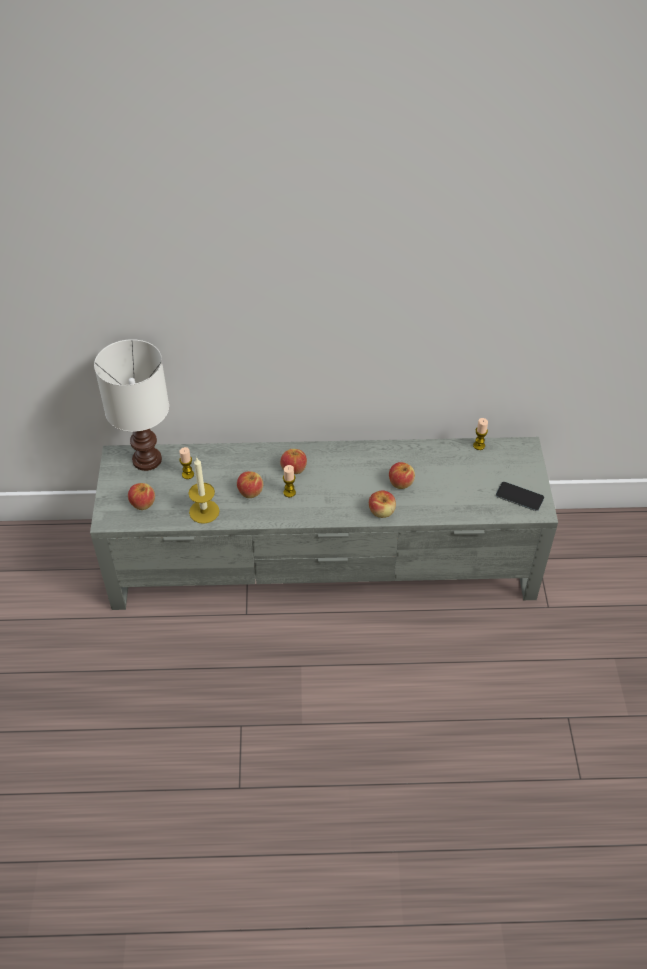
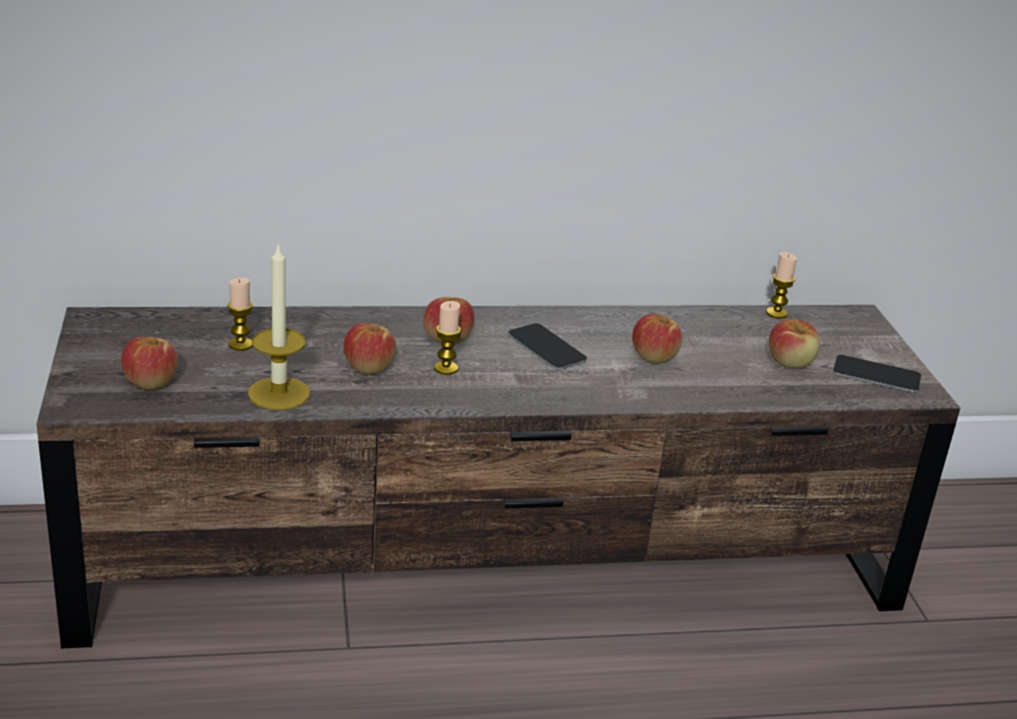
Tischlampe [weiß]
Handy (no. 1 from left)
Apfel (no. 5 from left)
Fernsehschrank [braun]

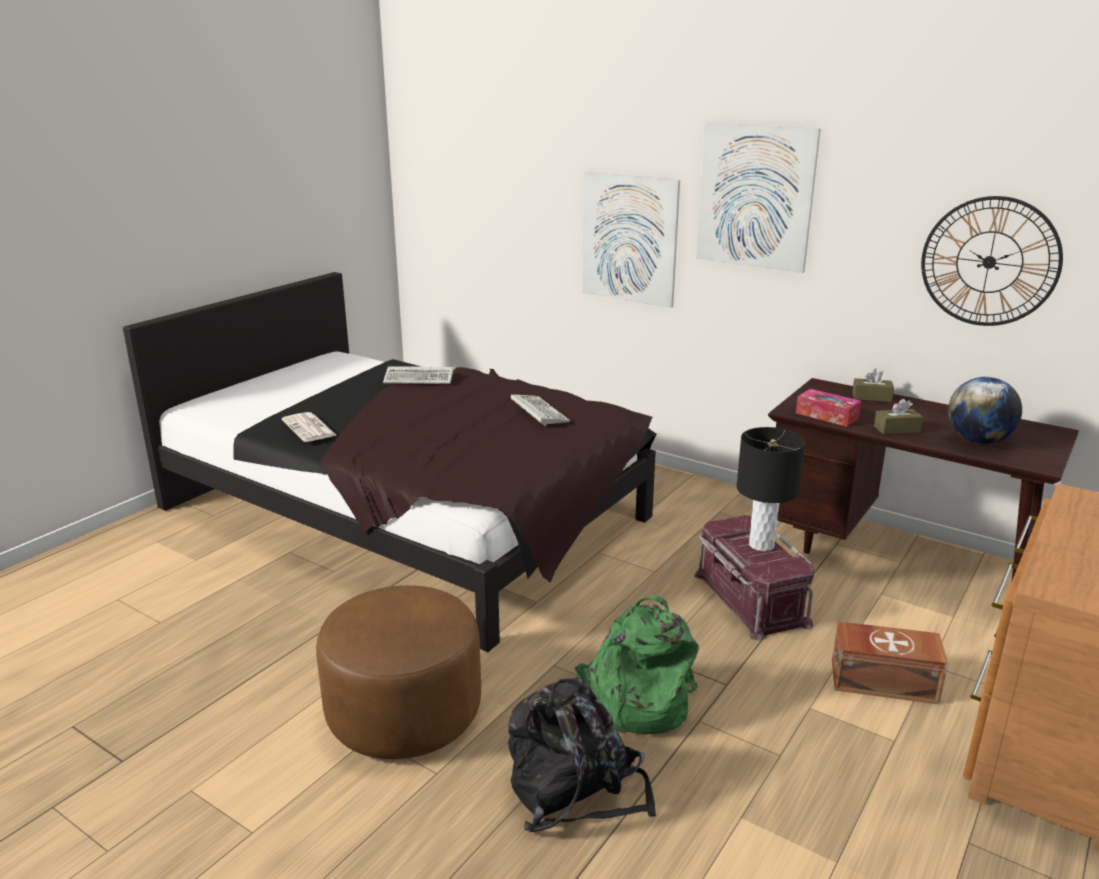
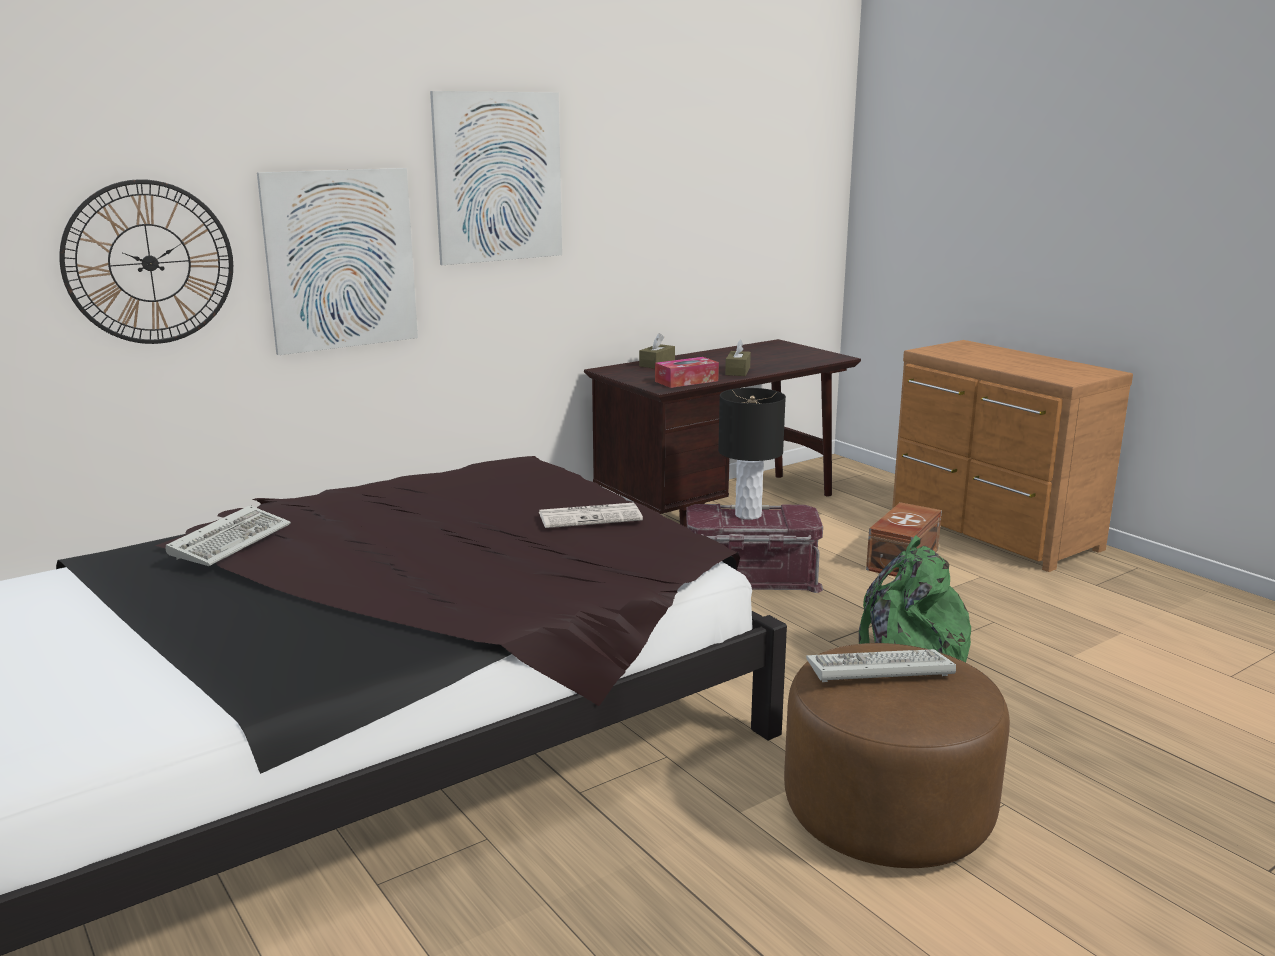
Rucksack [schwarz]
Globus
Zeitung
Tastatur (no. 2 from left)
Wanduhr

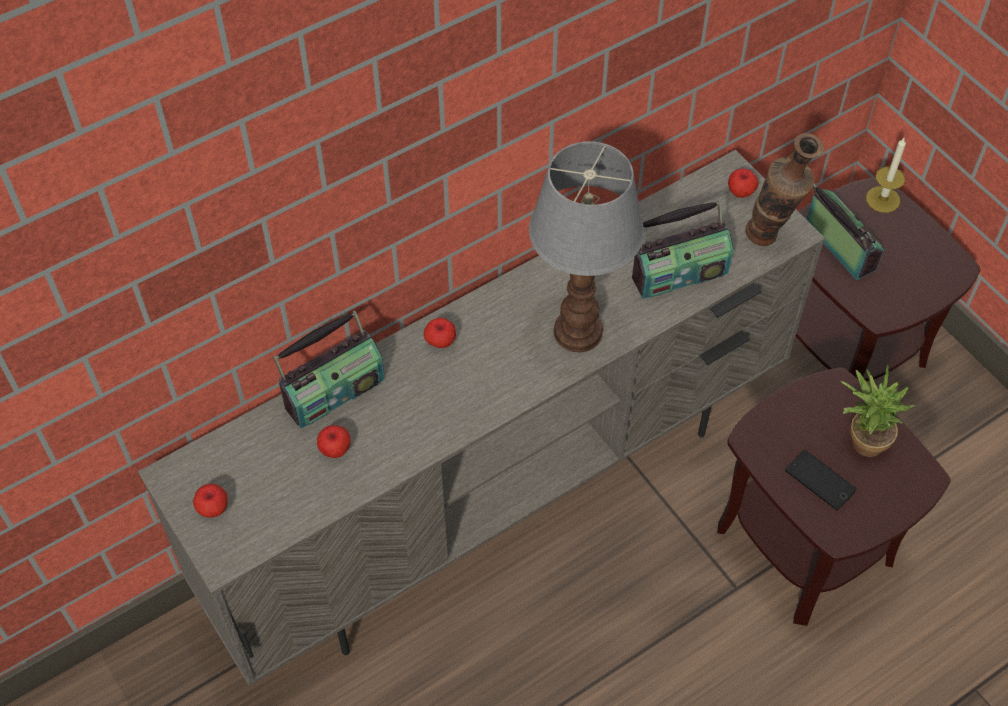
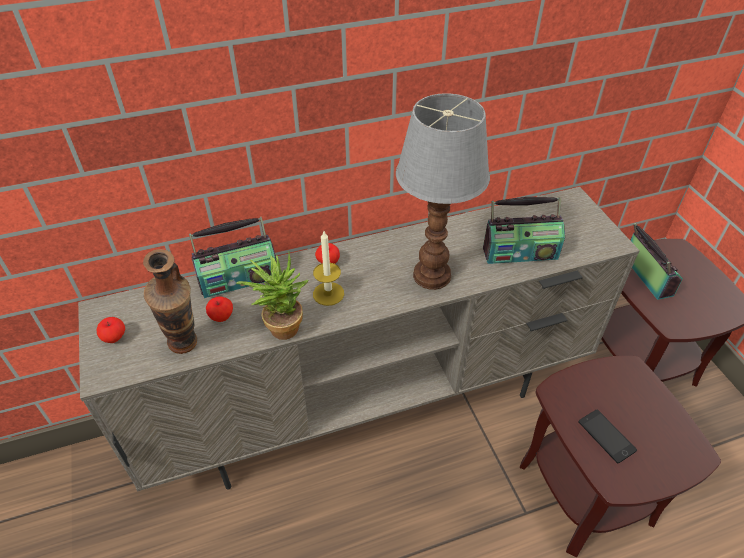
Apfel (no. 4 from left in the first image)
Vase
Topfpflanze
Kerze

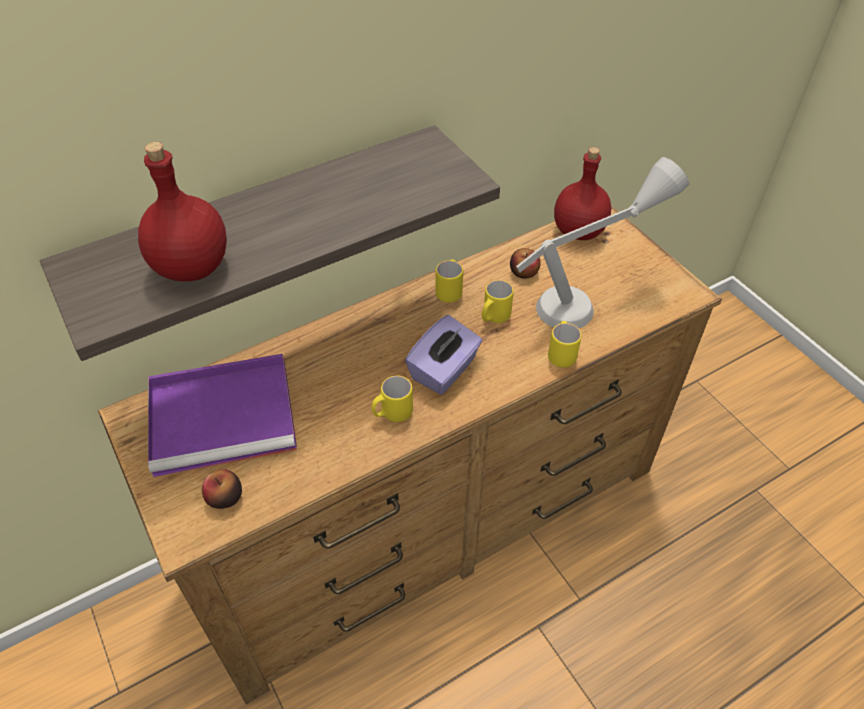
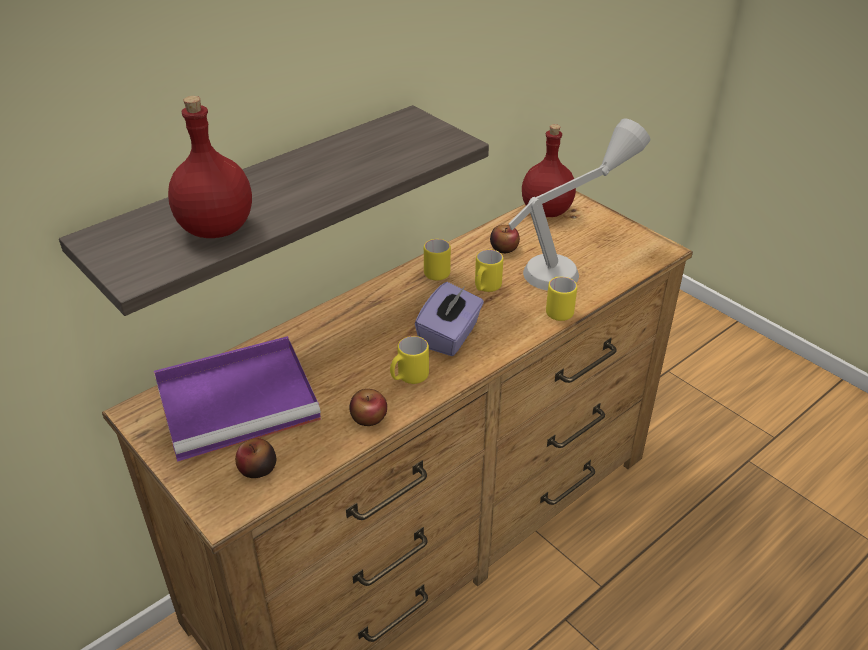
Apfel (no. 2 from left)

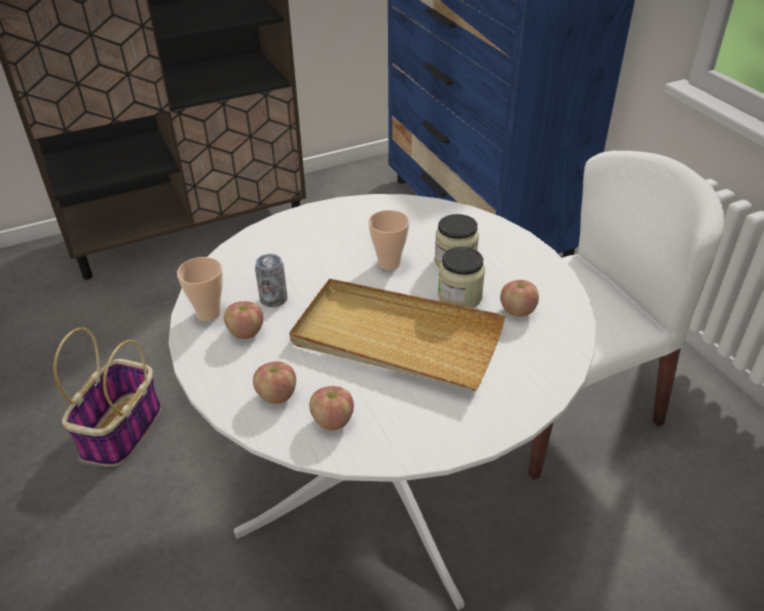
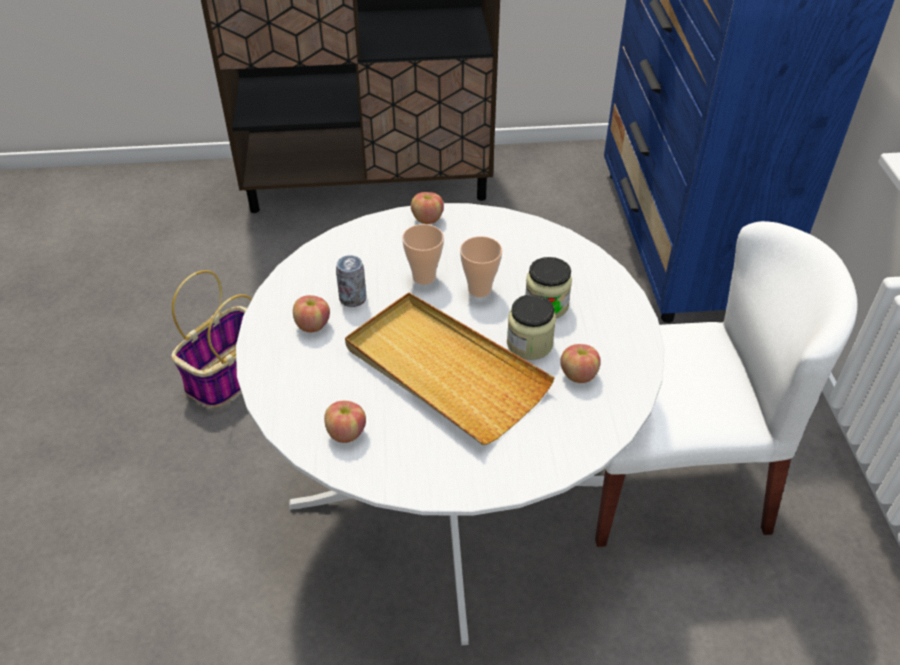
Tasse (no. 1 from left)
Apfel (no. 3 from left)

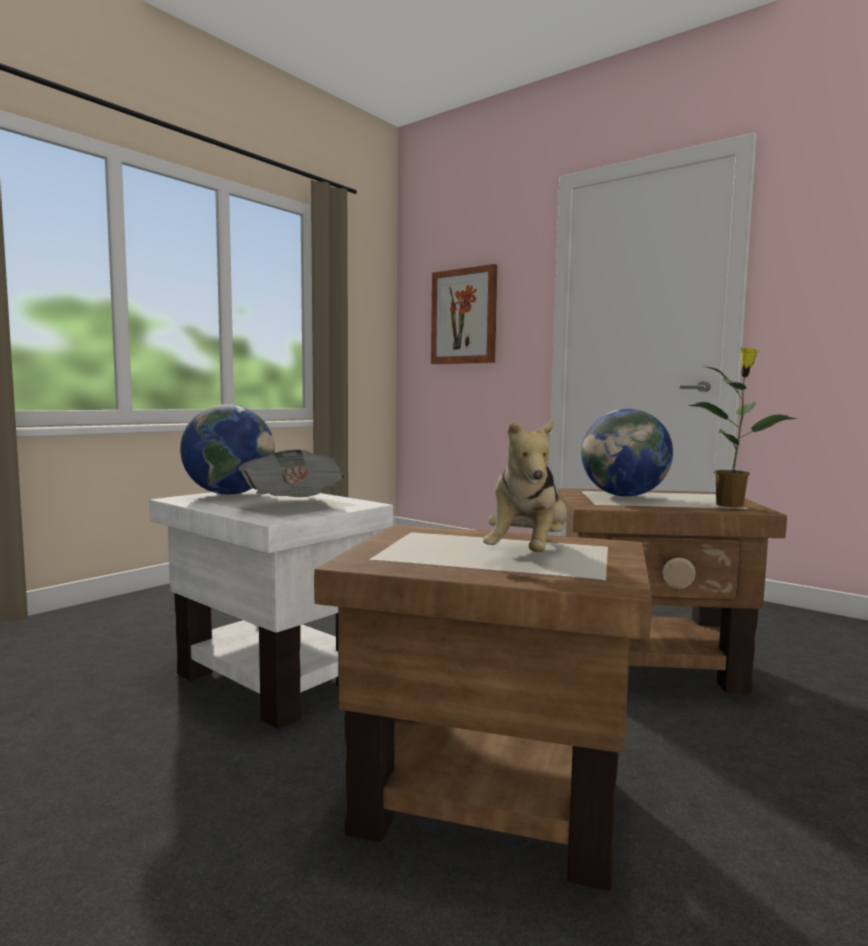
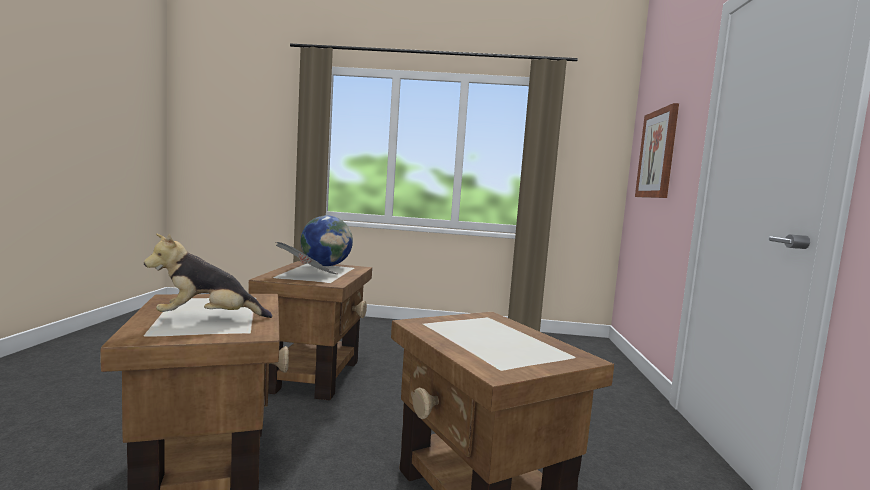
Globus (no. 2 from left in the first image)
Topfpflanze
Beistelltisch [braun] (no. 2 from left)

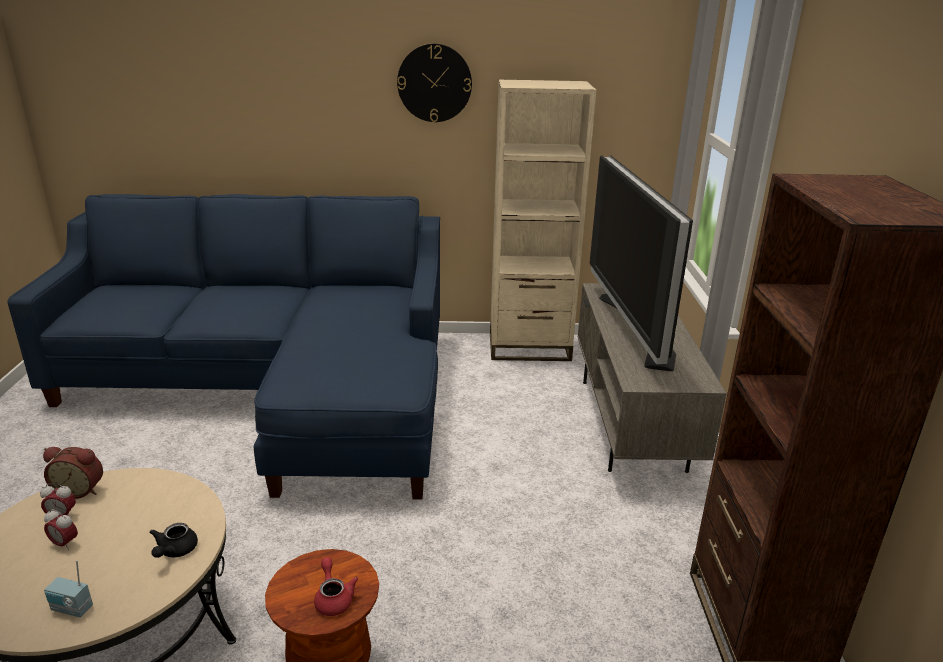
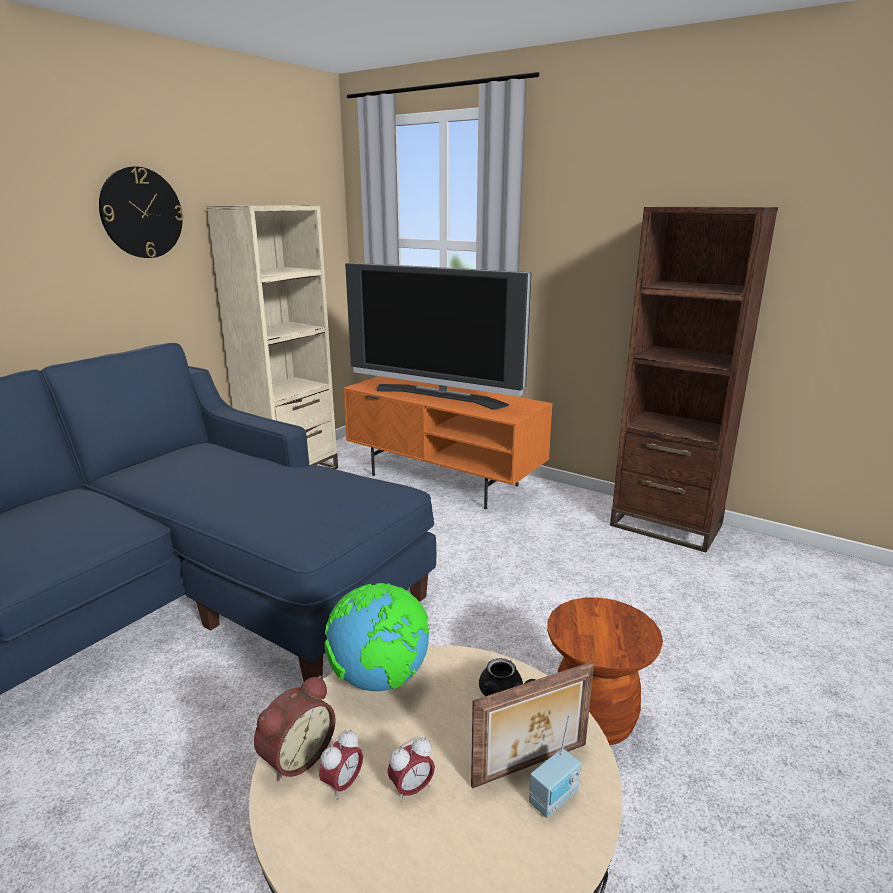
Teekanne [rot]
Globus
Bilderrahmen
Fernsehschrank [orange]

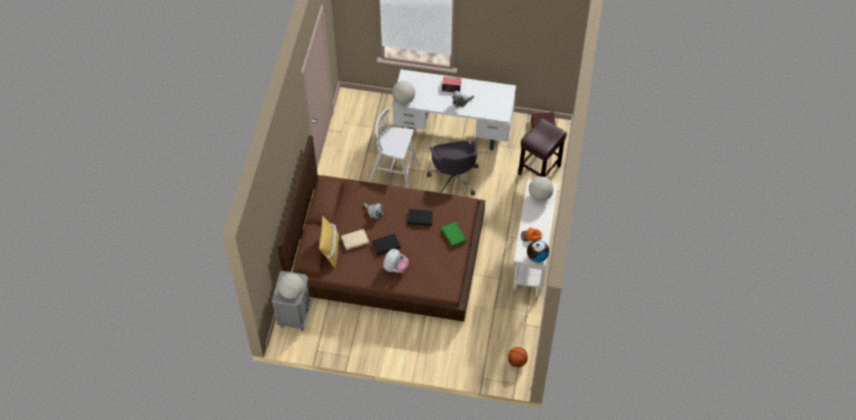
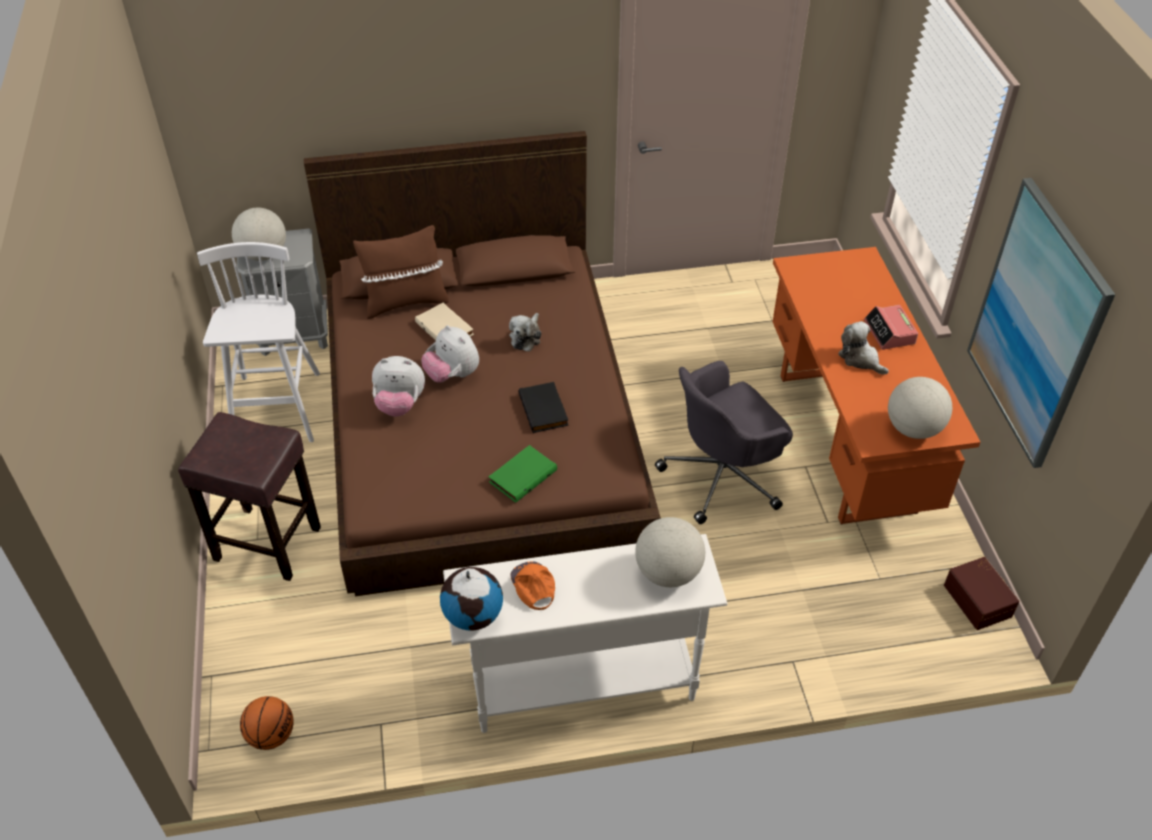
Bild
Hocker [weiß]
Globus (no. 4 from left)
Hocker [braun]
Plüschtier (no. 2 from left)
Kissen [braun]
Schreibtisch [orange]

